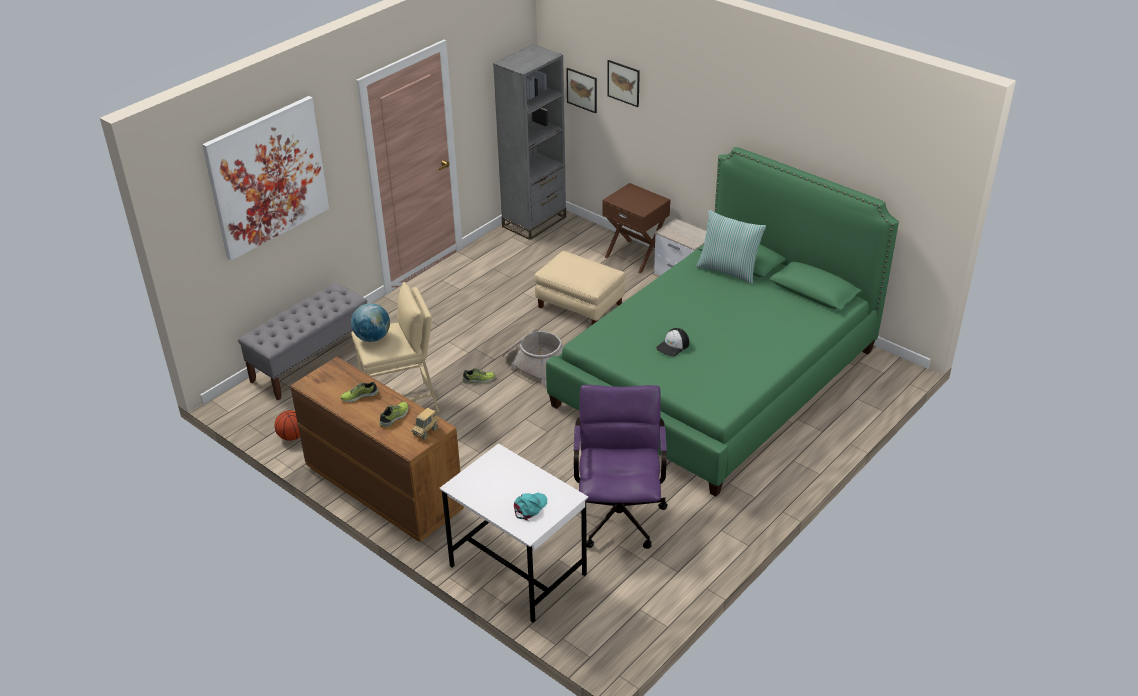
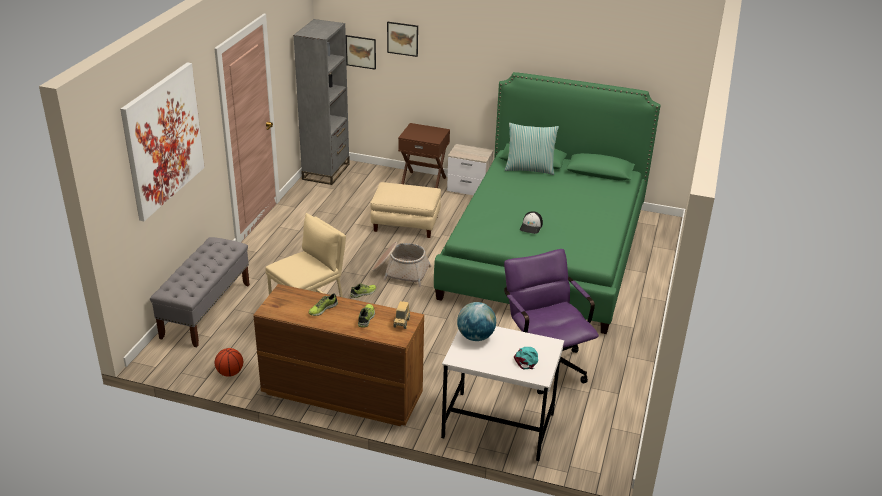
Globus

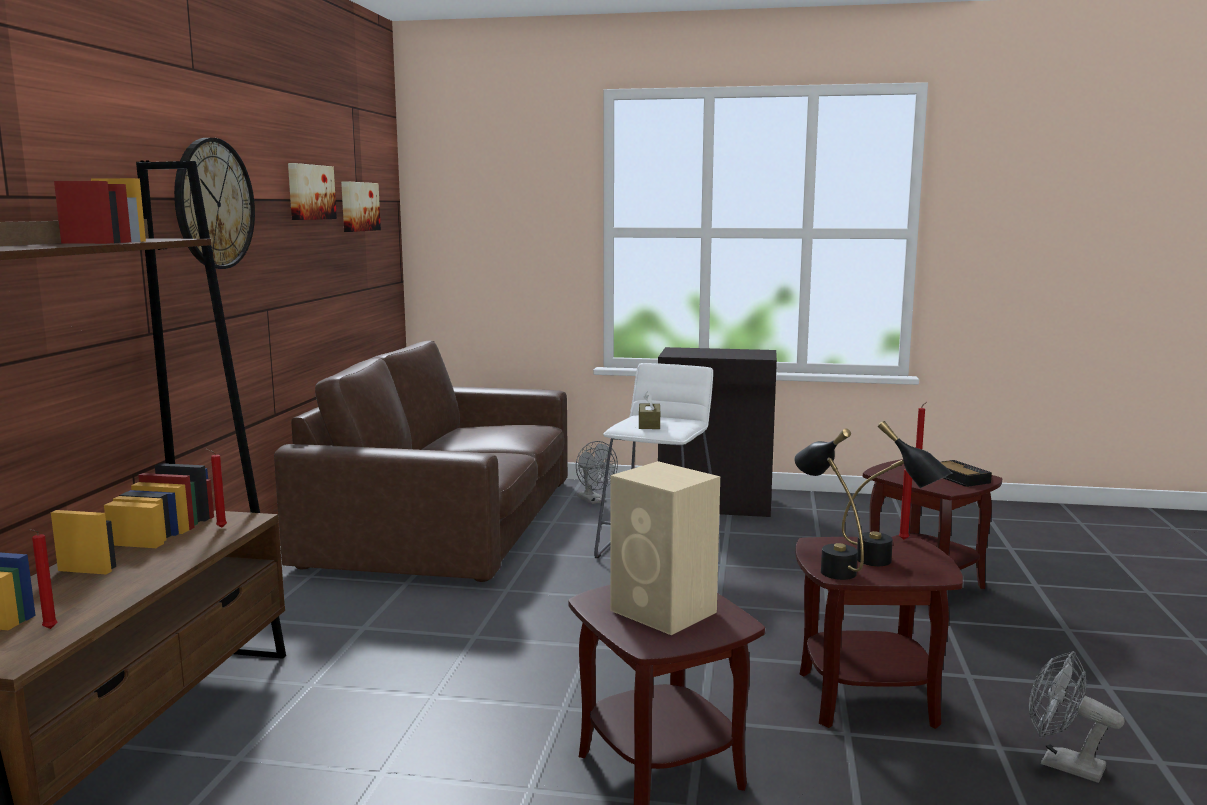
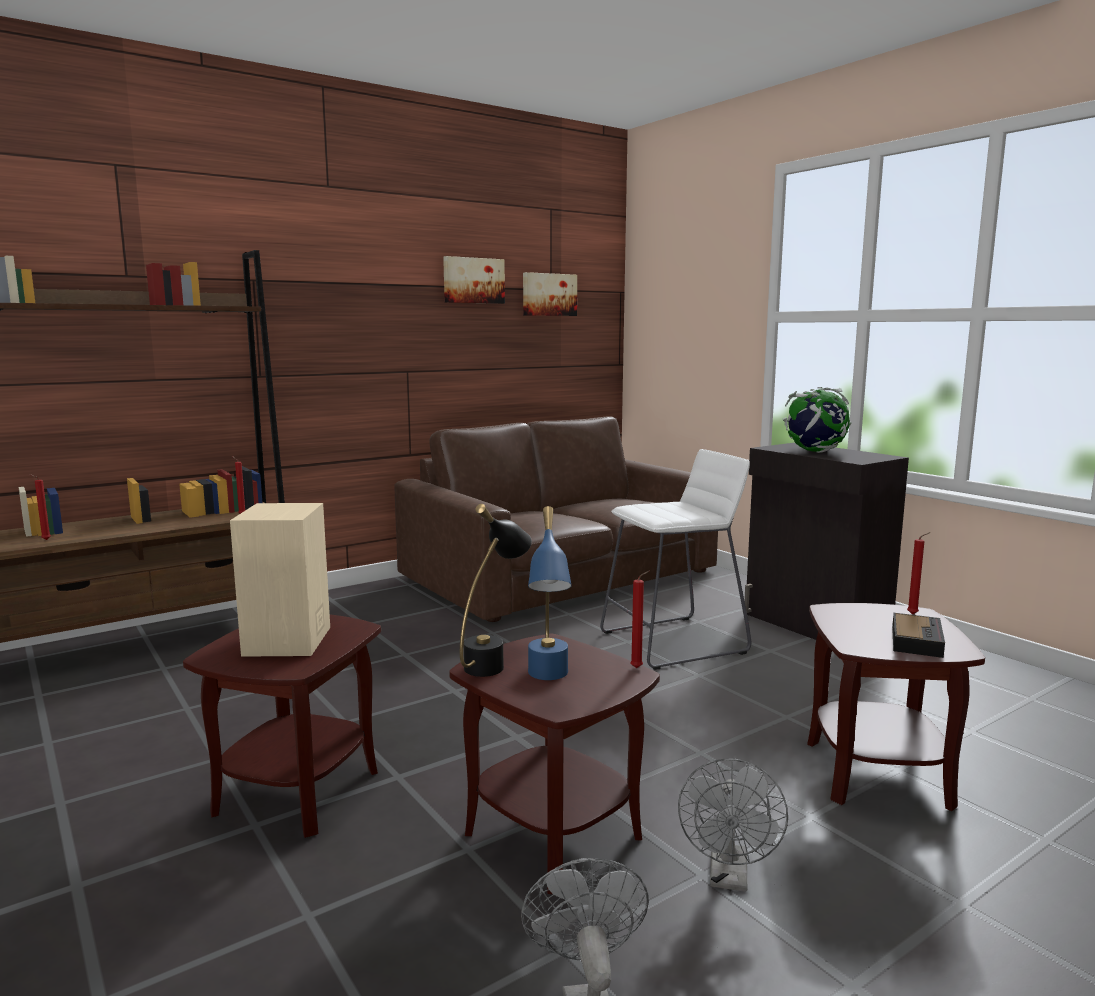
Wanduhr
Taschentuchbox [braun]
Globus
Ventilator [grau] (no. 2 from left)
Tischlampe [blau]

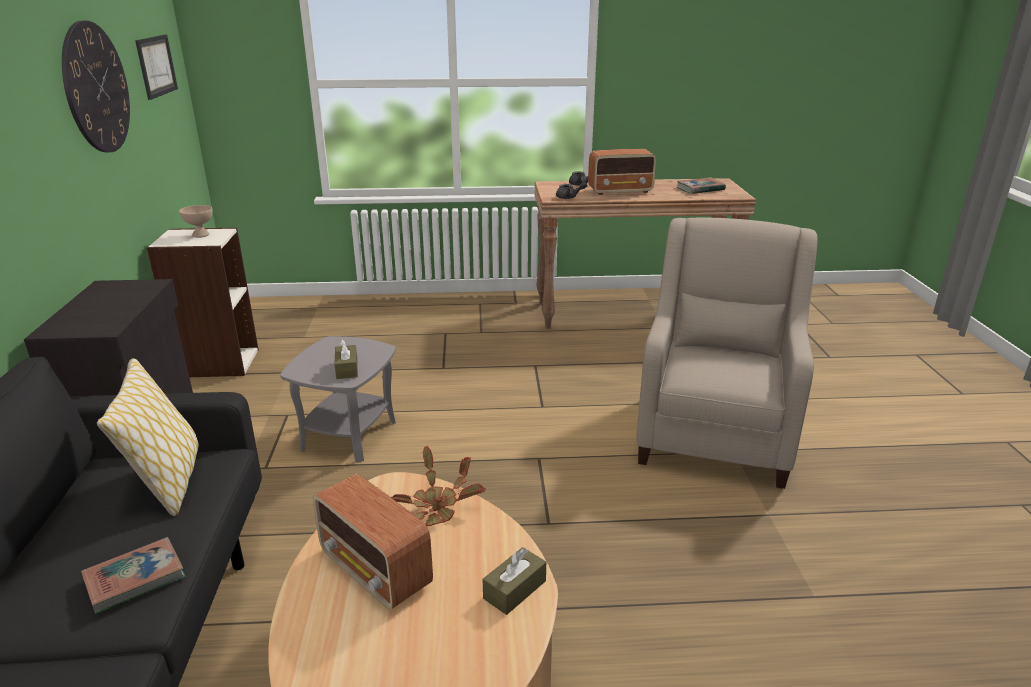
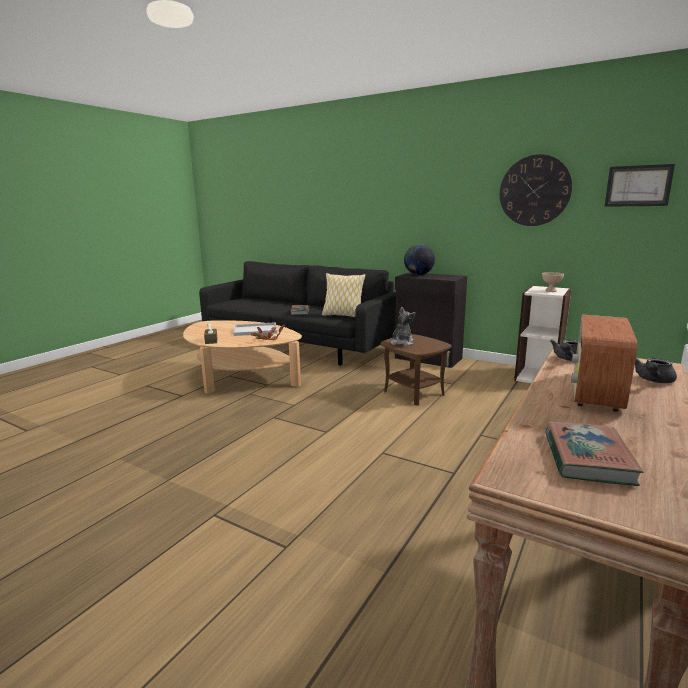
Sessel [beige]
Globus
Tablett [weiß]
Plüschtier
Beistelltisch [braun]

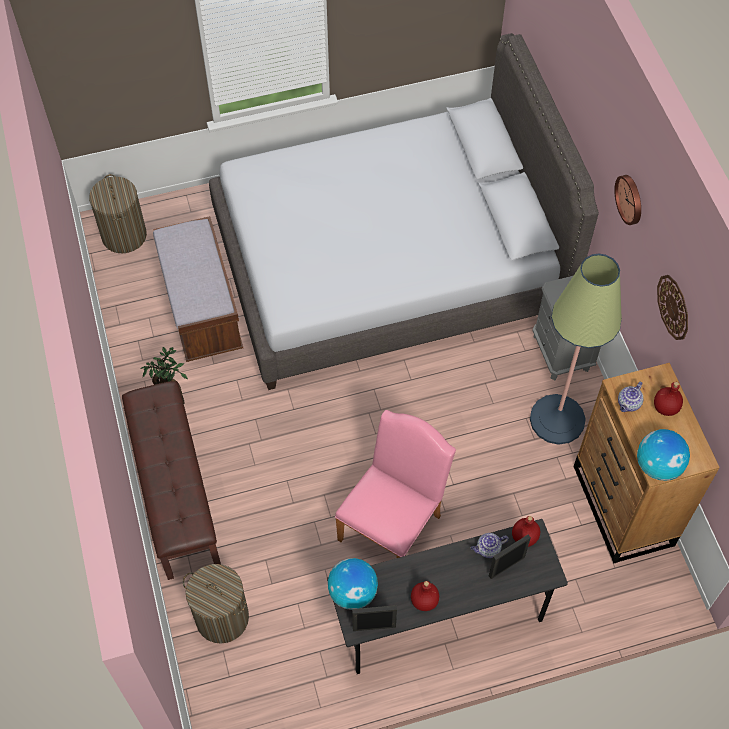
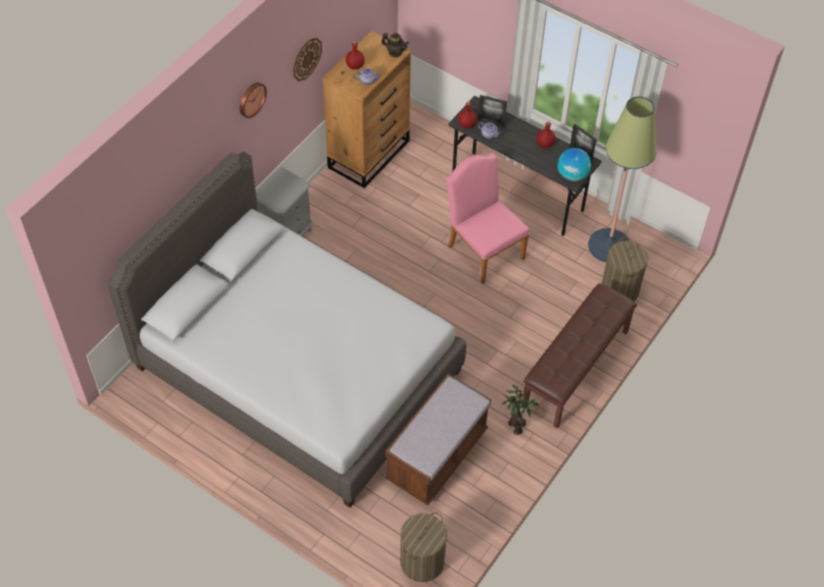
Stehlampe
Teekanne (no. 2 from left)
Stuhl [rosa]

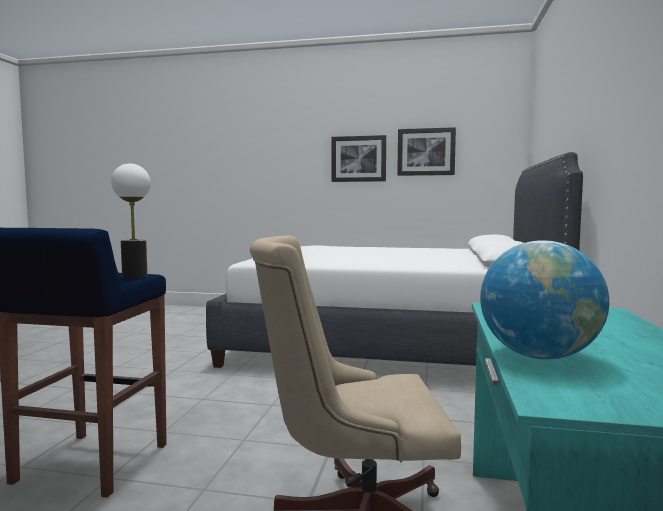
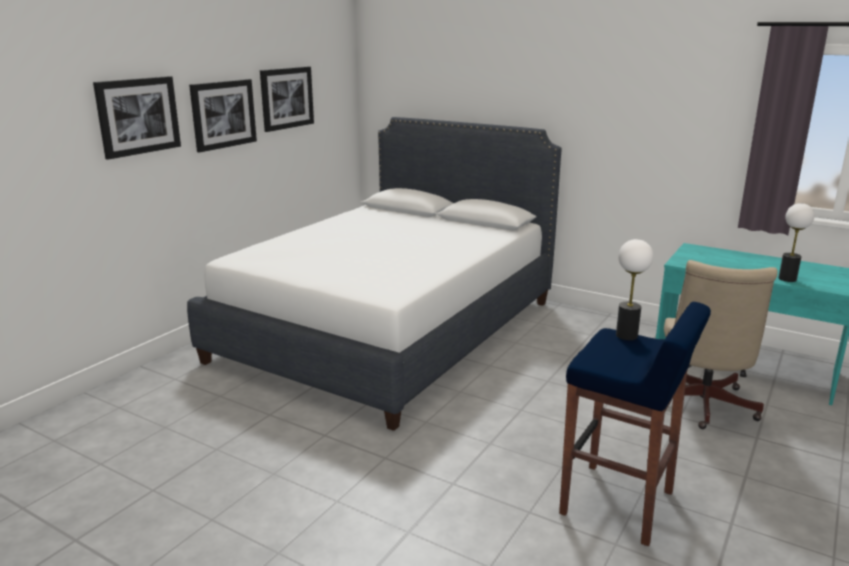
Bild (no. 1 from left)
Tischlampe (no. 2 from left)

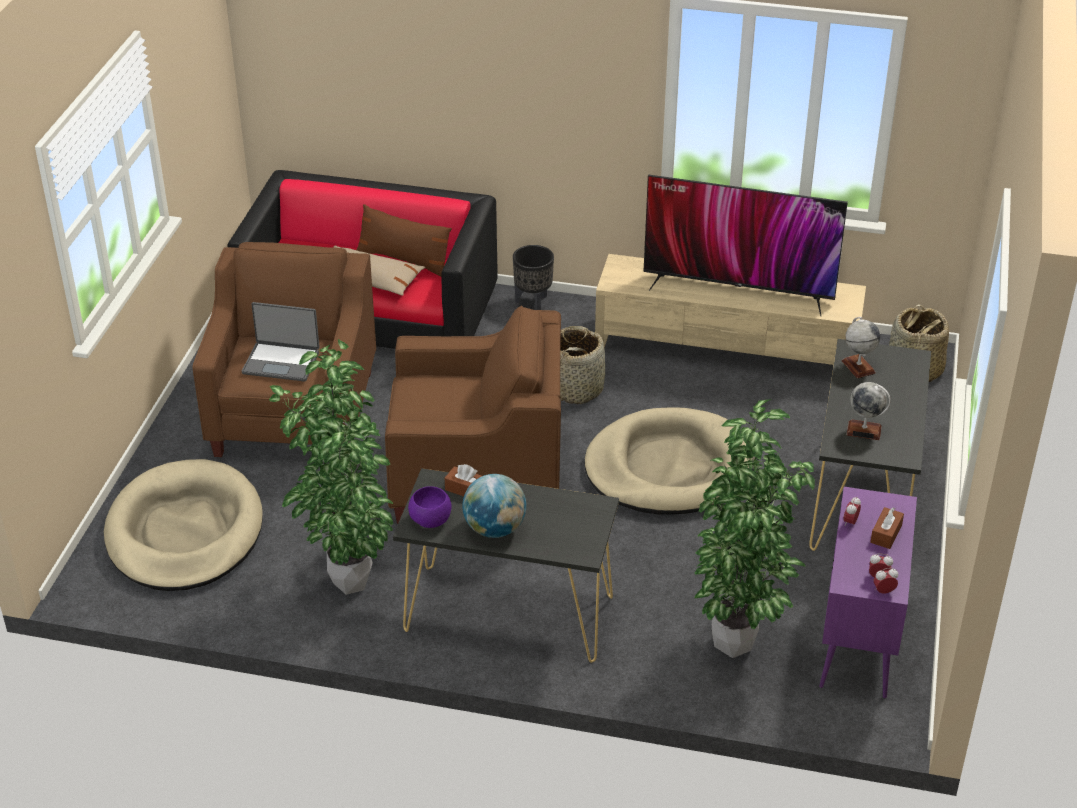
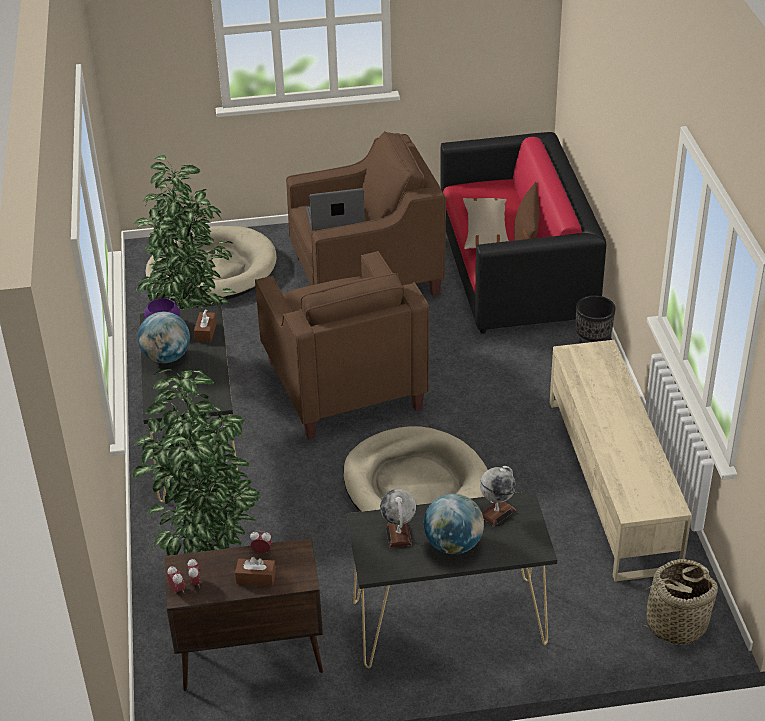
Korb (no. 1 from left in the first image)
Fernseher
Globus (no. 3 from left)
Schrank [braun]
Laptop

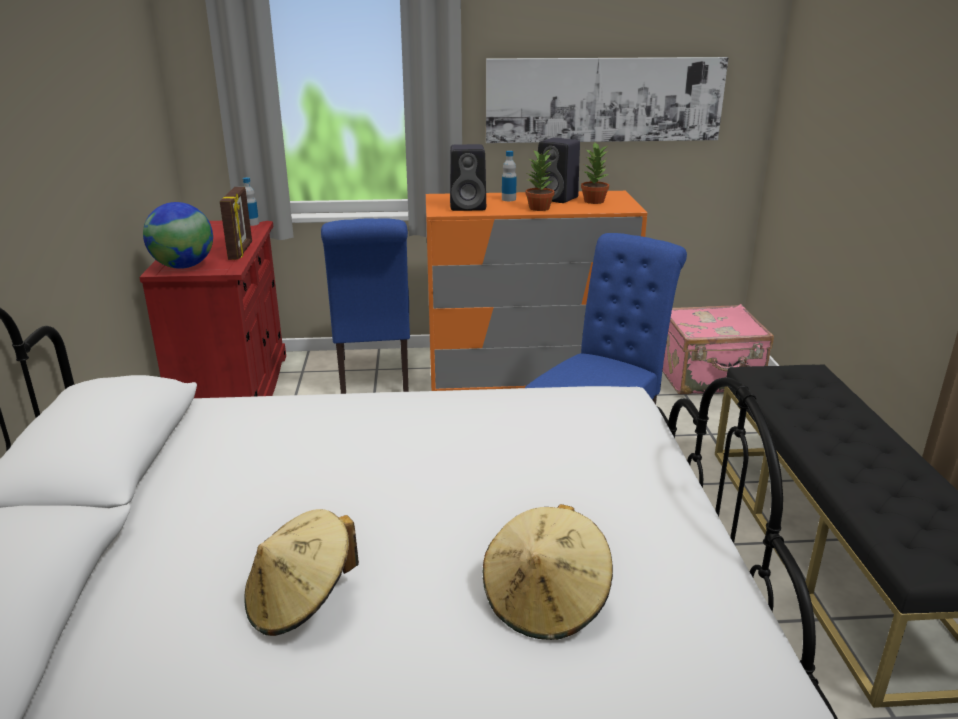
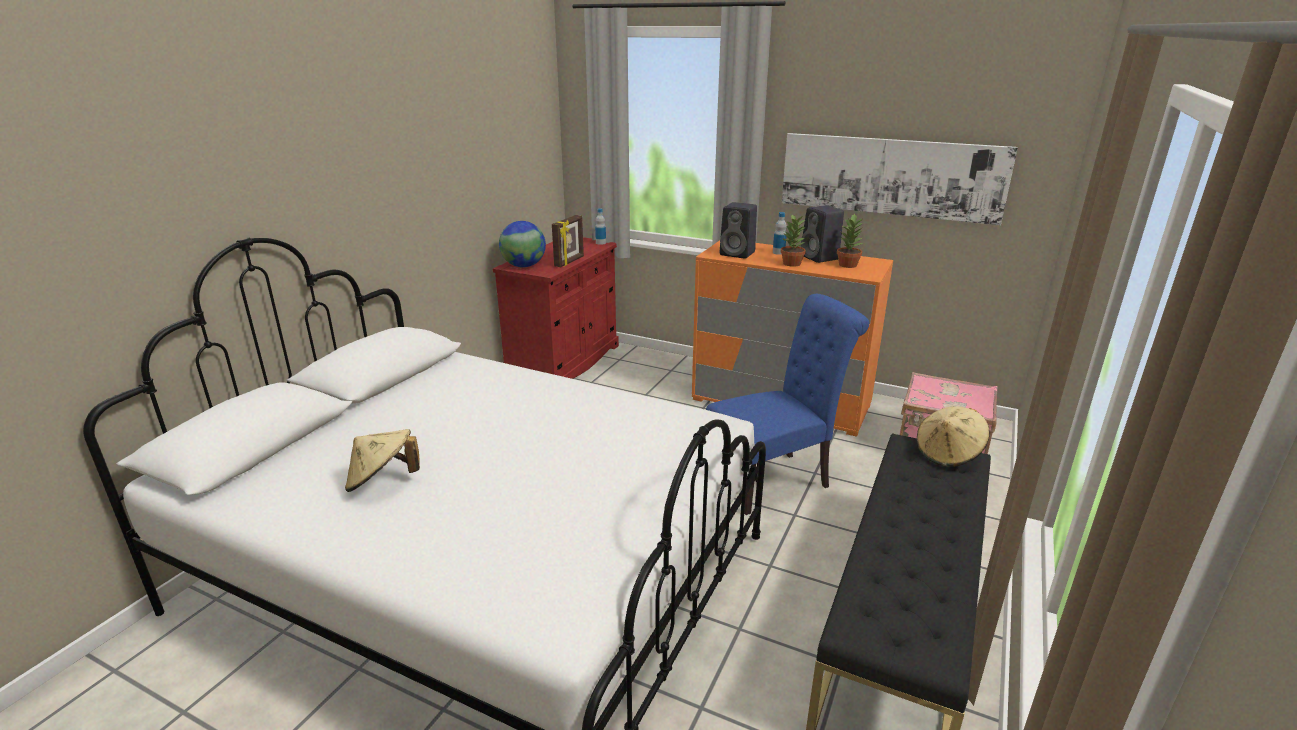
Stuhl [blau] (no. 1 from left in the first image)
Hut [beige] (no. 2 from left)

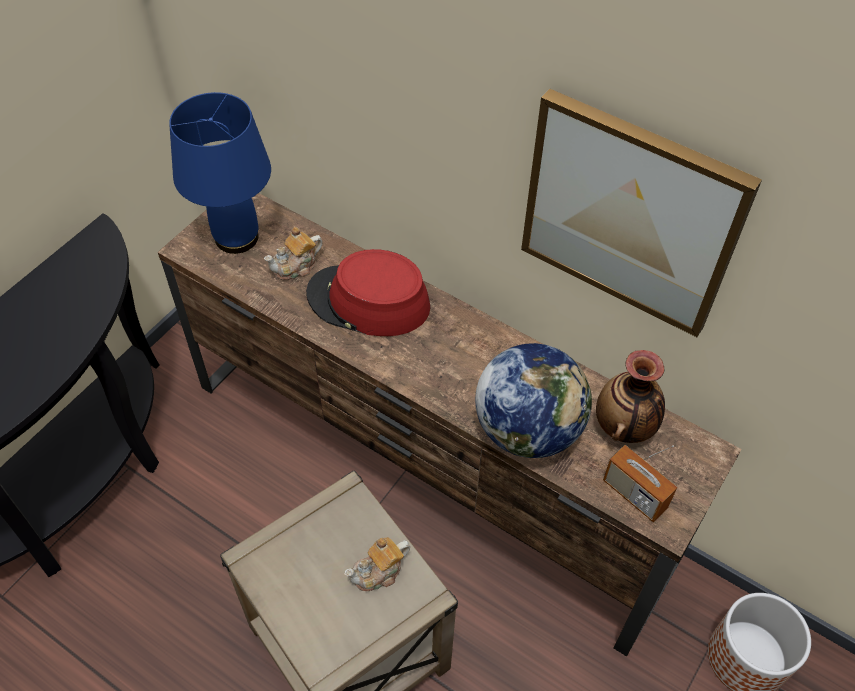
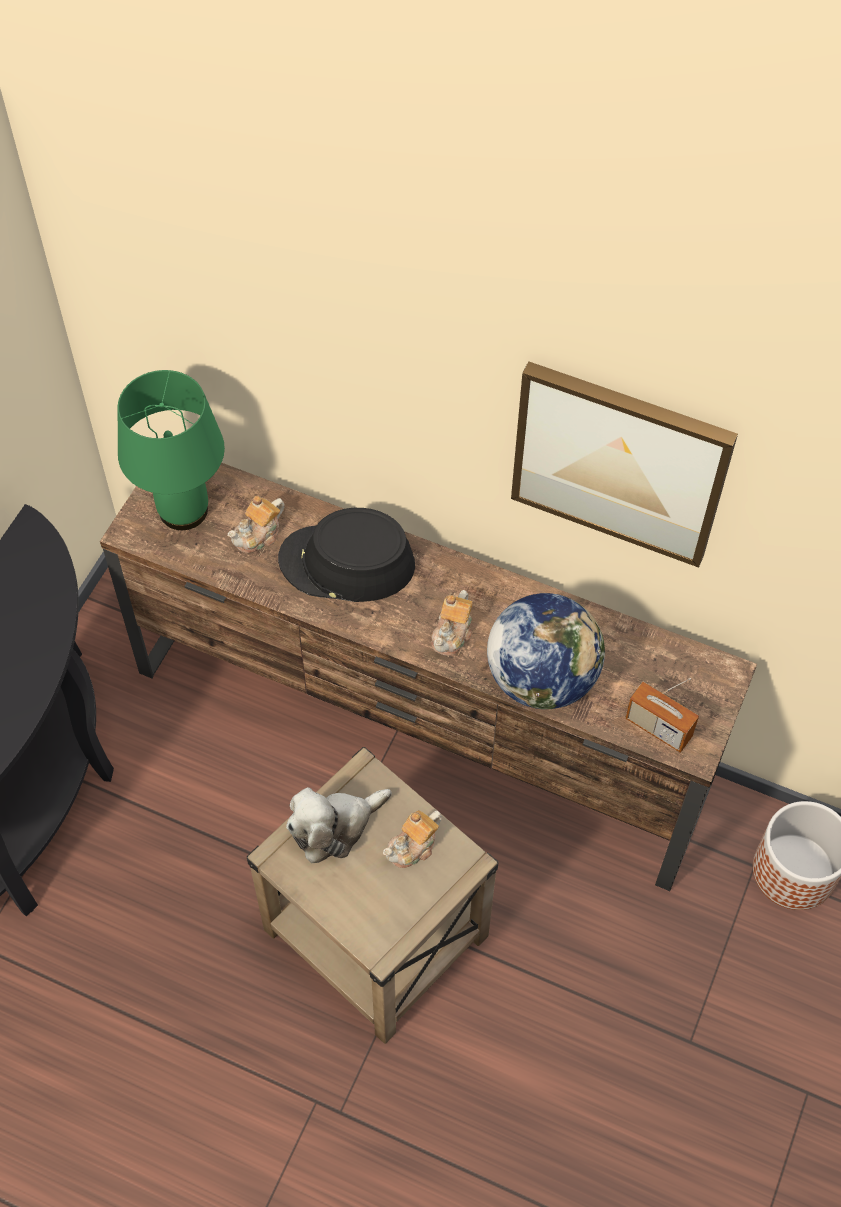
Vase
Plüschtier
Teekanne (no. 3 from left)
Tischlampe [grün]
Hut [schwarz]

